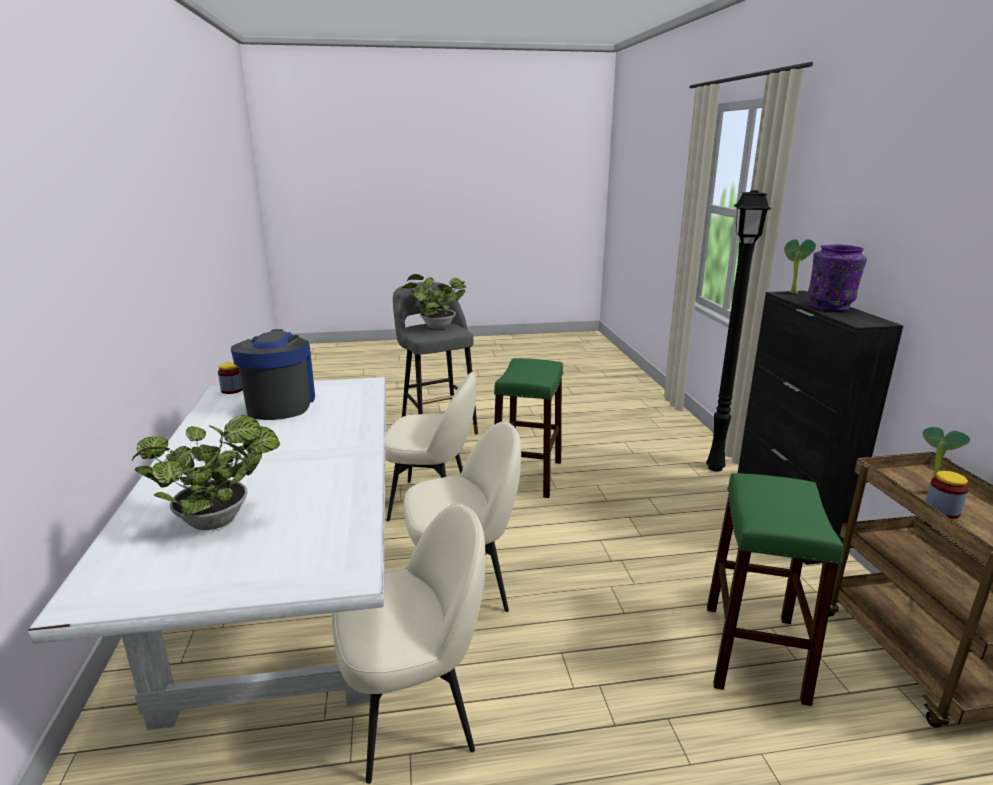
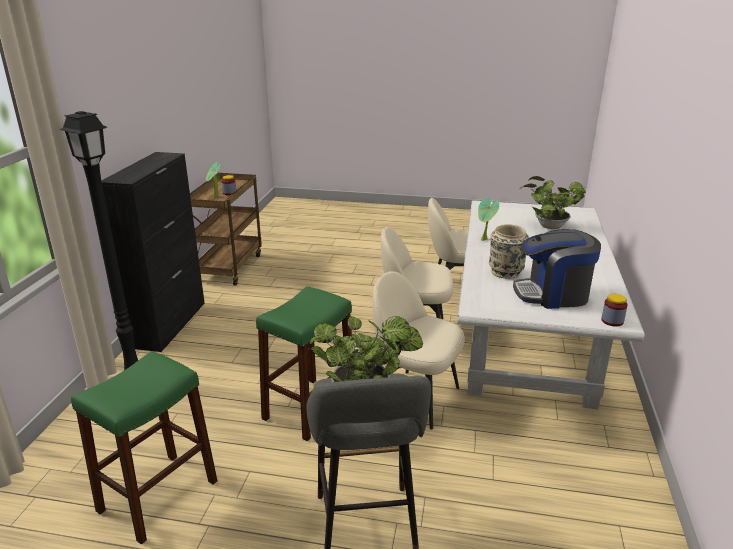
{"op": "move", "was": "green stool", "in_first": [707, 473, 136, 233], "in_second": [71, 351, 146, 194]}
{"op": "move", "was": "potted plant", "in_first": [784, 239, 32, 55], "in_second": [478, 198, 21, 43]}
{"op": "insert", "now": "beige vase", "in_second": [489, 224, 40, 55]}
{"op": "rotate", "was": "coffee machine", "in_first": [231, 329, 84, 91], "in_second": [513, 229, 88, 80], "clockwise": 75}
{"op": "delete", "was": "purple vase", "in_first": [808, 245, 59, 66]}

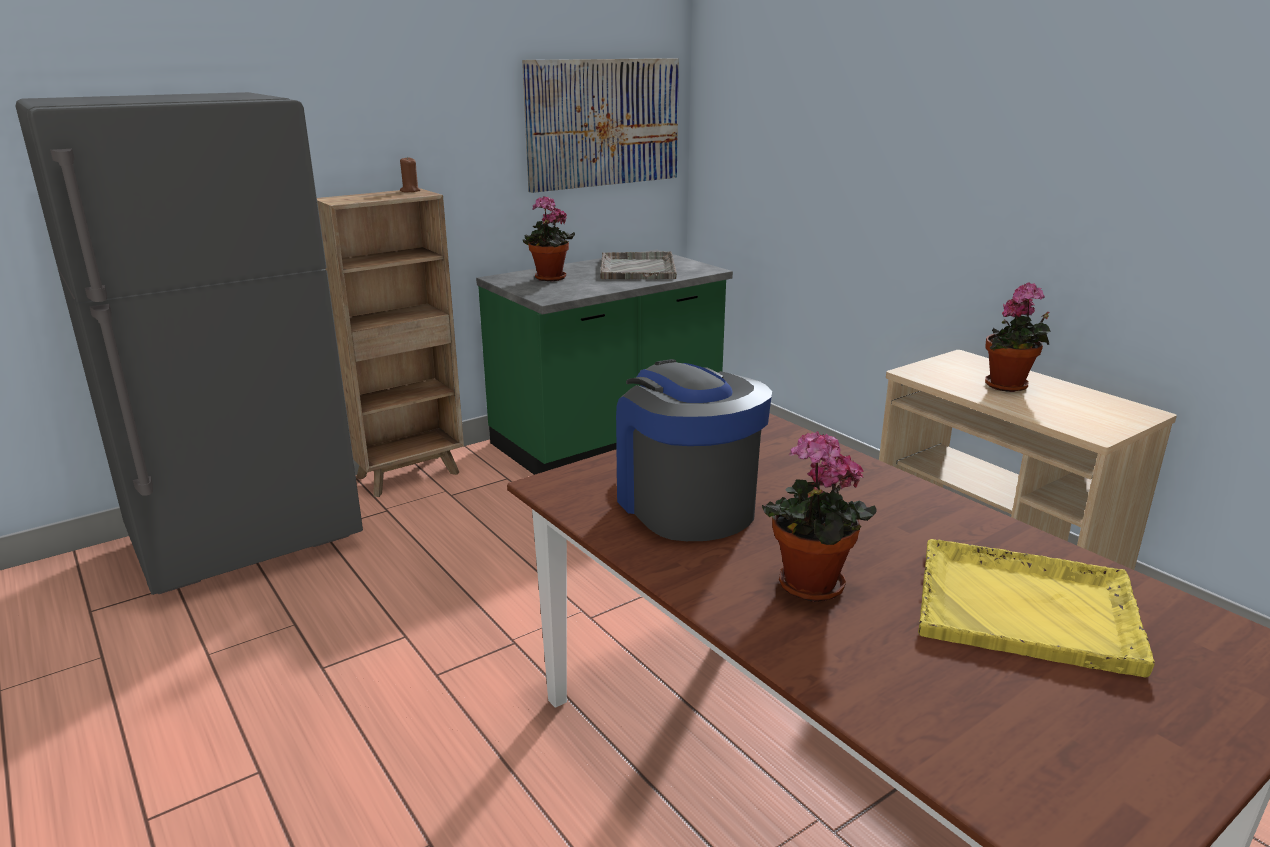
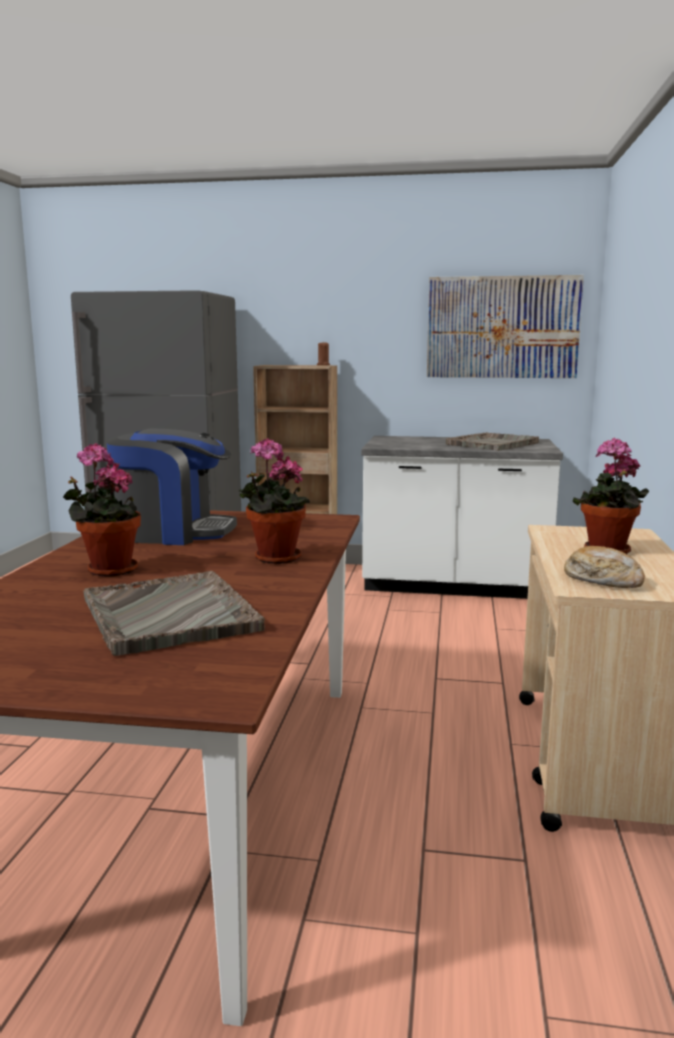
{"op": "recolor", "was": "yellow tray", "now": "grey tray", "in_first": [918, 539, 237, 139], "in_second": [84, 571, 181, 85]}
{"op": "rotate", "was": "coffee machine", "in_first": [616, 359, 156, 182], "in_second": [107, 429, 130, 116], "clockwise": 75}
{"op": "move", "was": "potted plant", "in_first": [523, 196, 52, 85], "in_second": [238, 438, 72, 126]}
{"op": "recolor", "was": "green counter", "now": "white counter", "in_first": [476, 249, 257, 226], "in_second": [361, 436, 202, 163]}
{"op": "insert", "now": "bread", "in_second": [564, 546, 81, 42]}

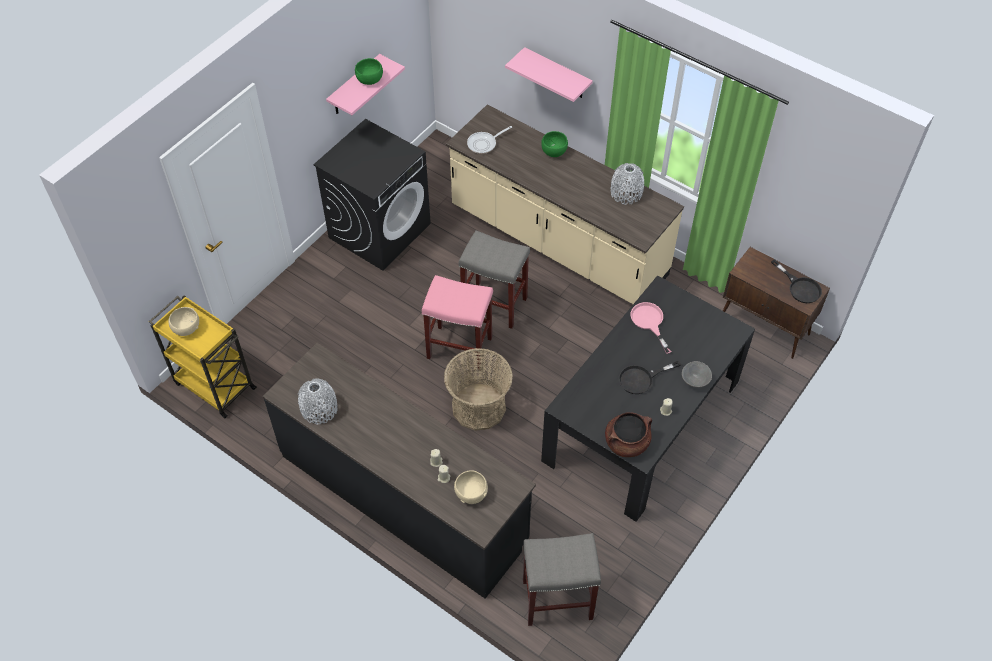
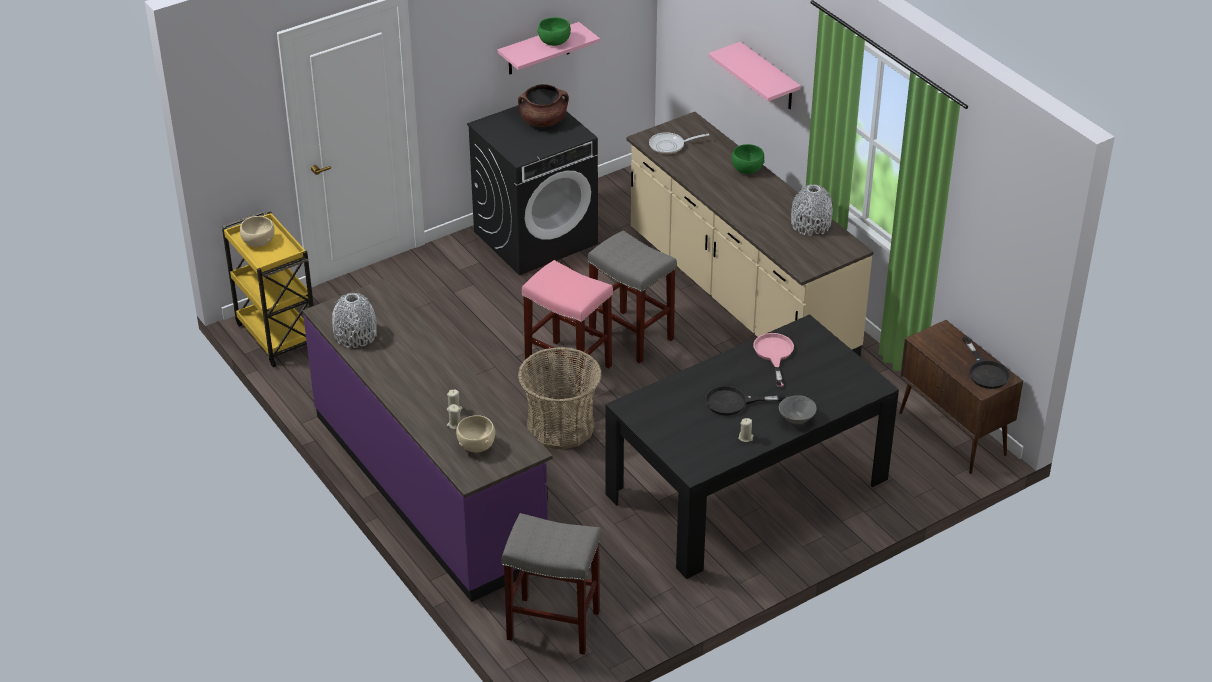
{"op": "recolor", "was": "black counter", "now": "purple counter", "in_first": [263, 343, 273, 256], "in_second": [302, 279, 251, 323]}
{"op": "move", "was": "brown cooking pot", "in_first": [605, 412, 47, 45], "in_second": [518, 84, 51, 43]}

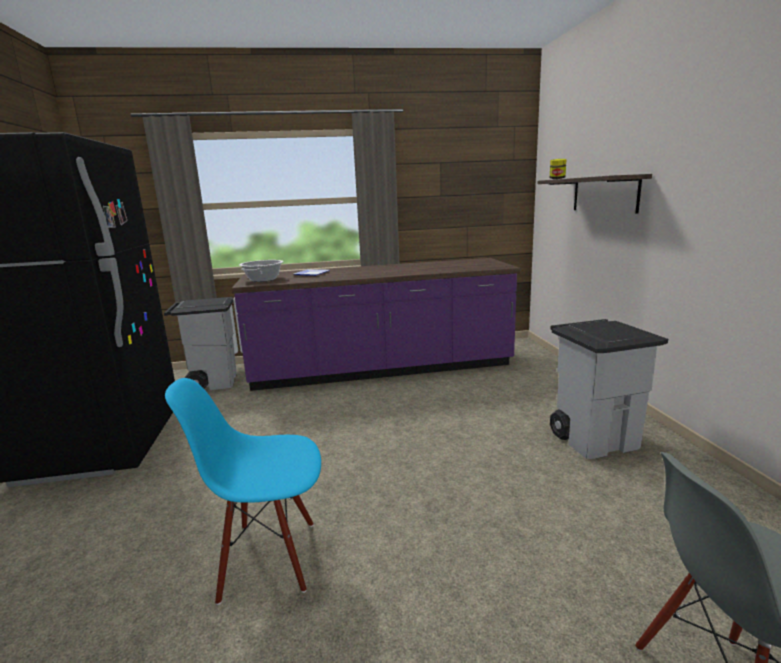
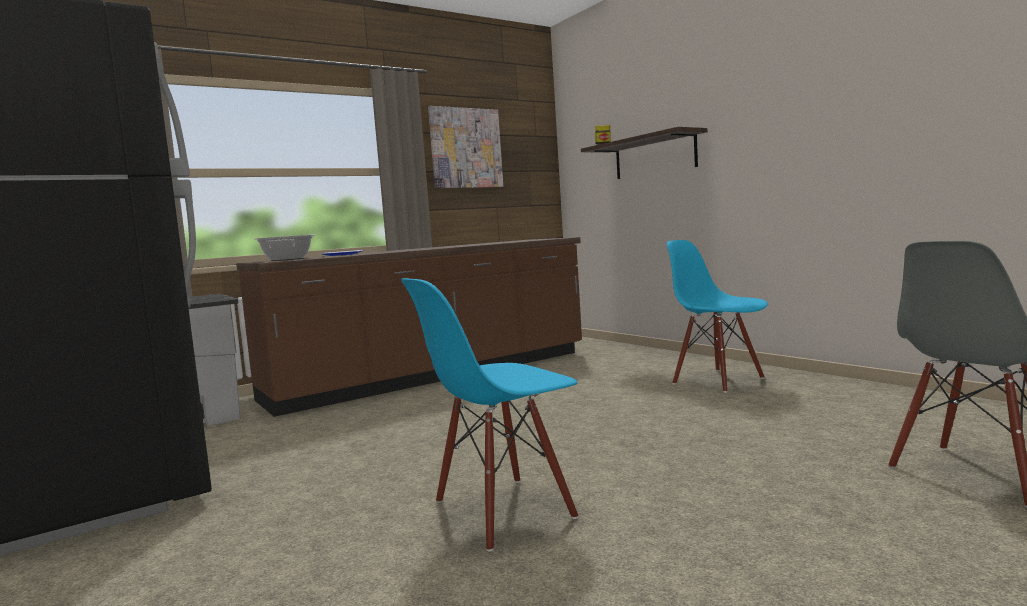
{"op": "recolor", "was": "purple counter", "now": "brown counter", "in_first": [232, 258, 288, 133], "in_second": [236, 237, 346, 180]}
{"op": "insert", "now": "picture", "in_second": [428, 106, 75, 82]}
{"op": "replace", "was": "grey trash can", "now": "blue chair", "in_first": [550, 319, 118, 140], "in_second": [666, 240, 102, 153]}

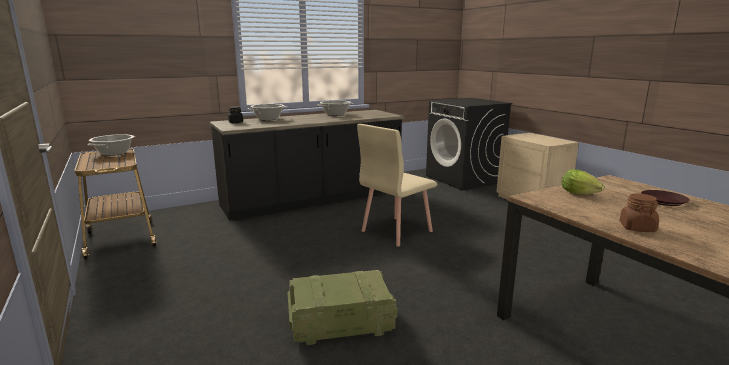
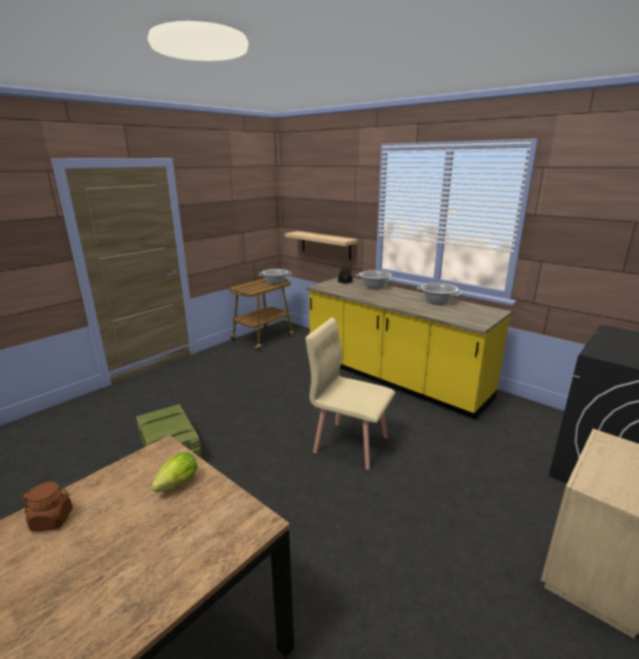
{"op": "insert", "now": "shelf", "in_second": [285, 231, 73, 29]}
{"op": "recolor", "was": "black counter", "now": "yellow counter", "in_first": [210, 110, 195, 110], "in_second": [306, 277, 206, 142]}
{"op": "delete", "was": "brown plate", "in_first": [641, 190, 49, 16]}

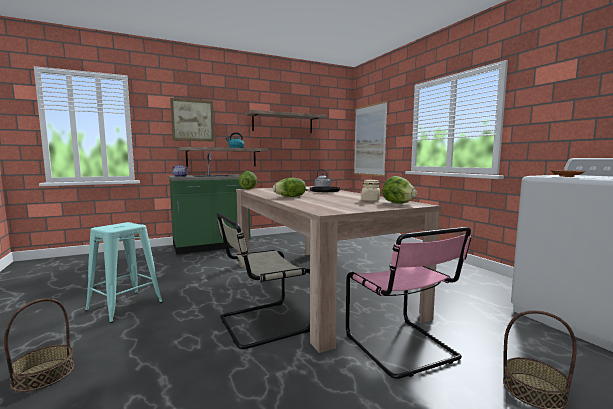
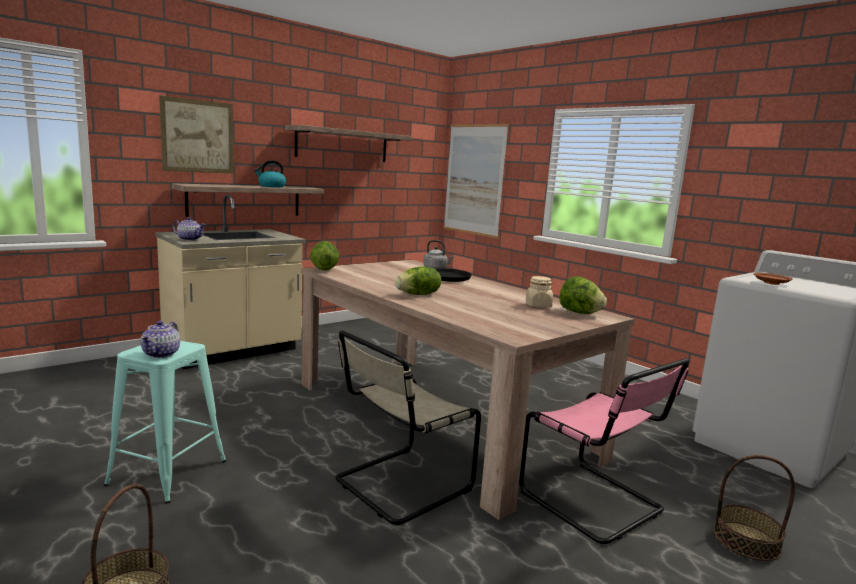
{"op": "insert", "now": "teapot", "in_second": [141, 321, 39, 37]}
{"op": "recolor", "was": "green counter", "now": "beige counter", "in_first": [168, 153, 82, 102], "in_second": [155, 194, 151, 175]}

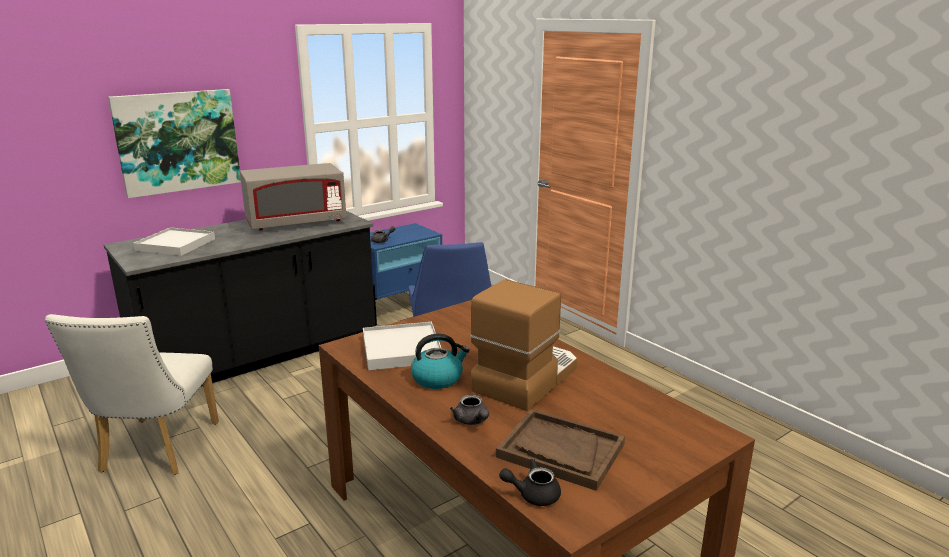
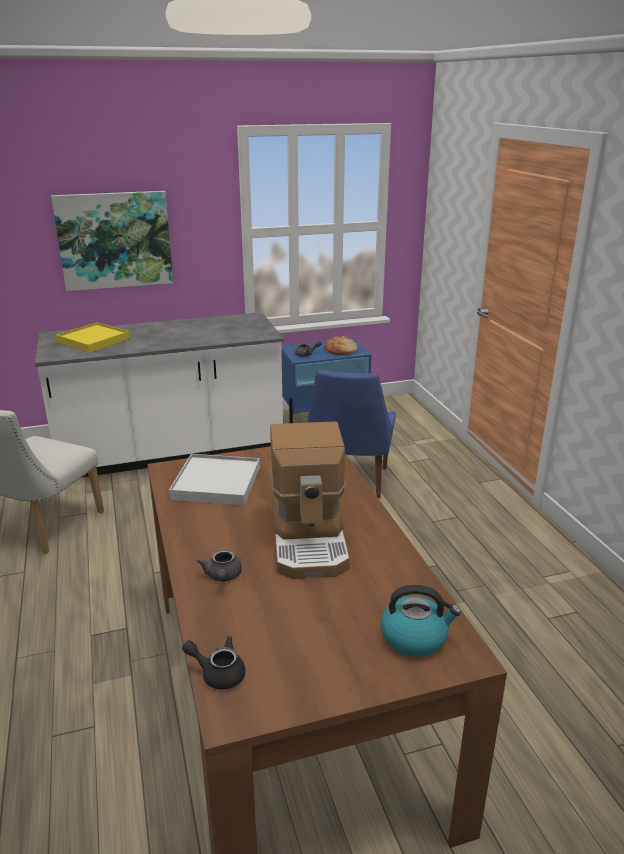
{"op": "recolor", "was": "black counter", "now": "white counter", "in_first": [104, 211, 271, 176], "in_second": [35, 312, 249, 166]}
{"op": "recolor", "was": "white tray", "now": "yellow tray", "in_first": [133, 227, 82, 29], "in_second": [56, 322, 74, 30]}
{"op": "rotate", "was": "coffee machine", "in_first": [470, 279, 107, 132], "in_second": [270, 421, 80, 158], "clockwise": 120}
{"op": "insert", "now": "bread", "in_second": [324, 336, 34, 19]}
{"op": "move", "was": "kettle", "in_first": [411, 333, 59, 56], "in_second": [381, 585, 80, 72]}
{"op": "delete", "was": "grey microwave", "in_first": [240, 163, 106, 67]}
{"op": "delete", "was": "brown tray", "in_first": [496, 409, 129, 82]}

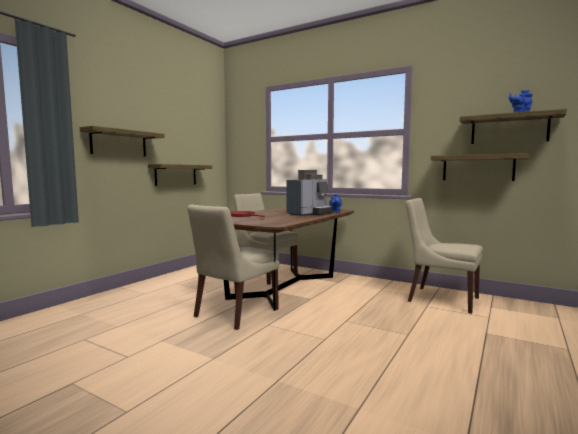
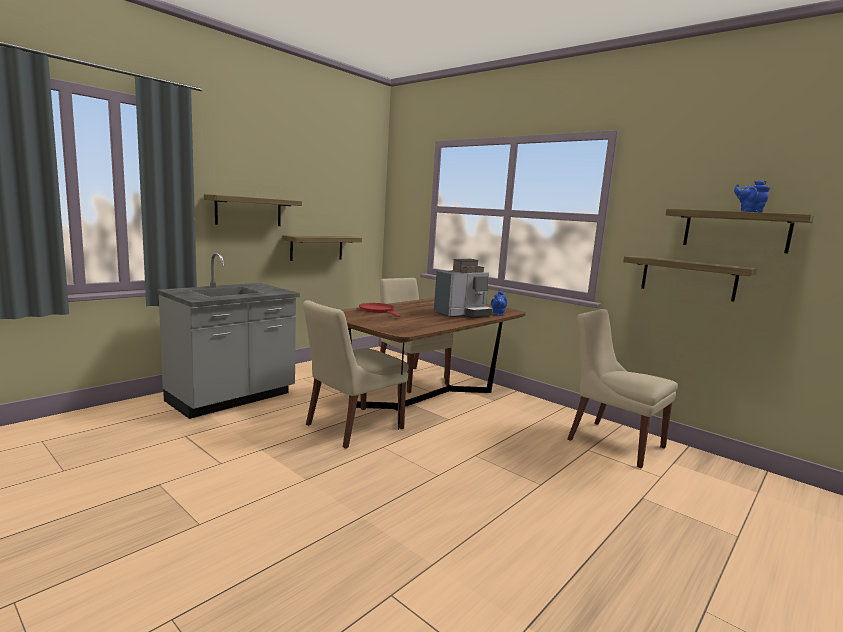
{"op": "insert", "now": "grey counter", "in_second": [157, 252, 143, 167]}

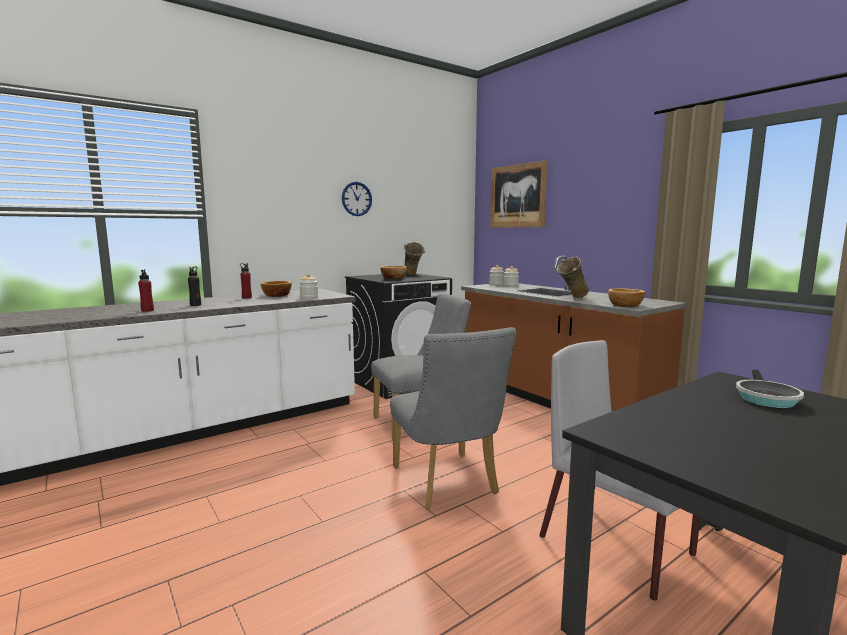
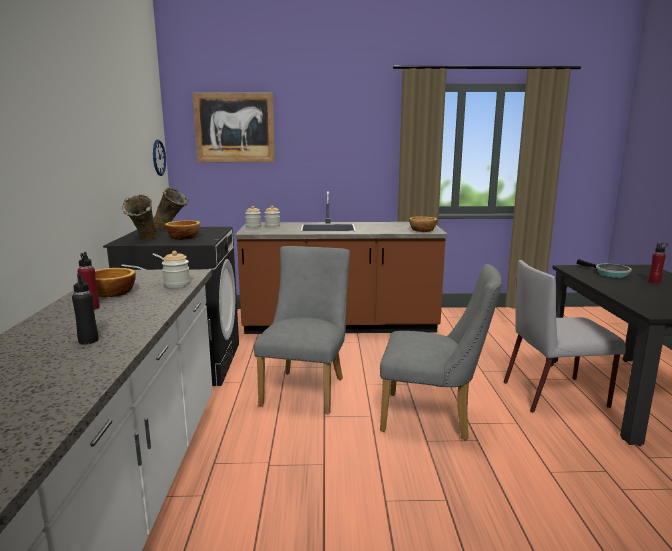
{"op": "move", "was": "beige vase", "in_first": [556, 257, 33, 41], "in_second": [122, 194, 36, 46]}
{"op": "move", "was": "wall clock", "in_first": [342, 182, 30, 34], "in_second": [153, 140, 13, 36]}
{"op": "move", "was": "red bottle", "in_first": [138, 270, 16, 42], "in_second": [648, 242, 20, 42]}

